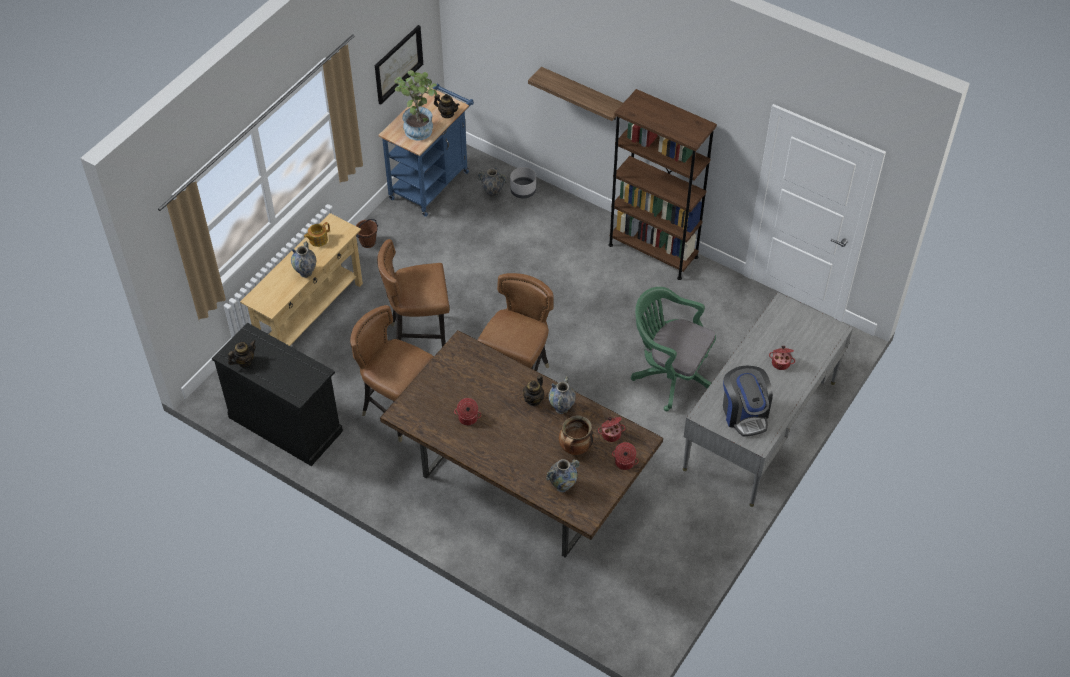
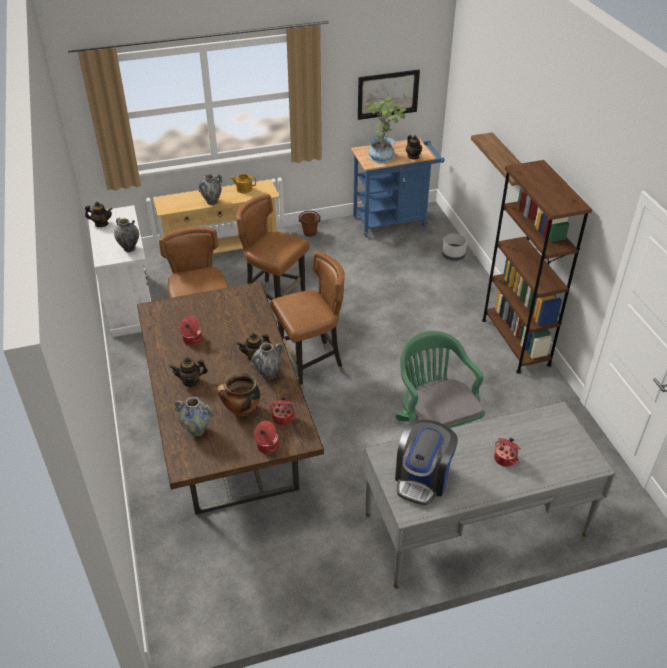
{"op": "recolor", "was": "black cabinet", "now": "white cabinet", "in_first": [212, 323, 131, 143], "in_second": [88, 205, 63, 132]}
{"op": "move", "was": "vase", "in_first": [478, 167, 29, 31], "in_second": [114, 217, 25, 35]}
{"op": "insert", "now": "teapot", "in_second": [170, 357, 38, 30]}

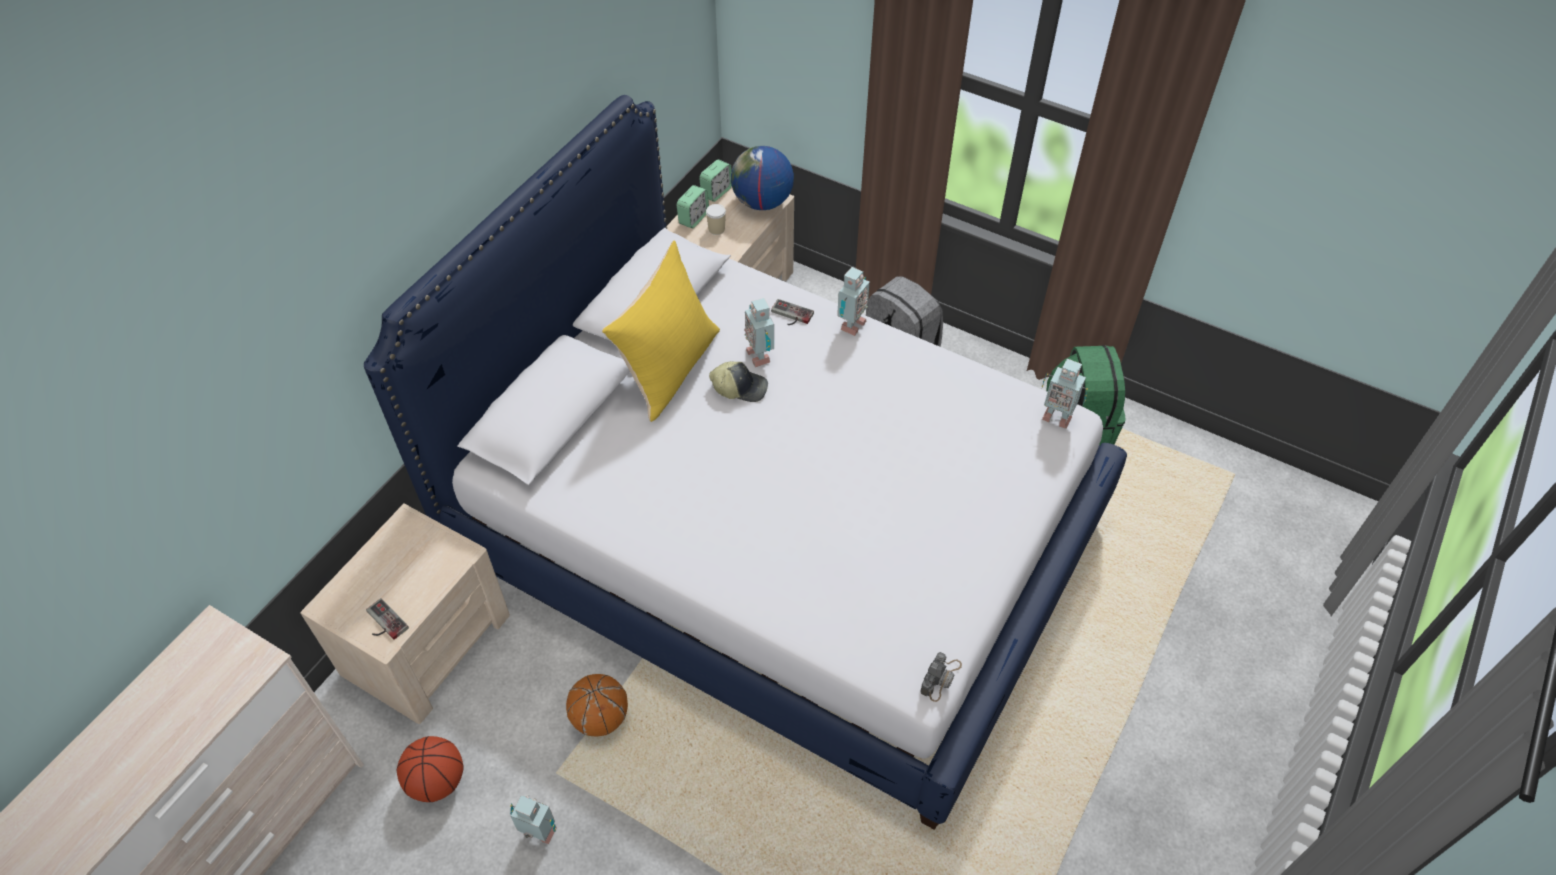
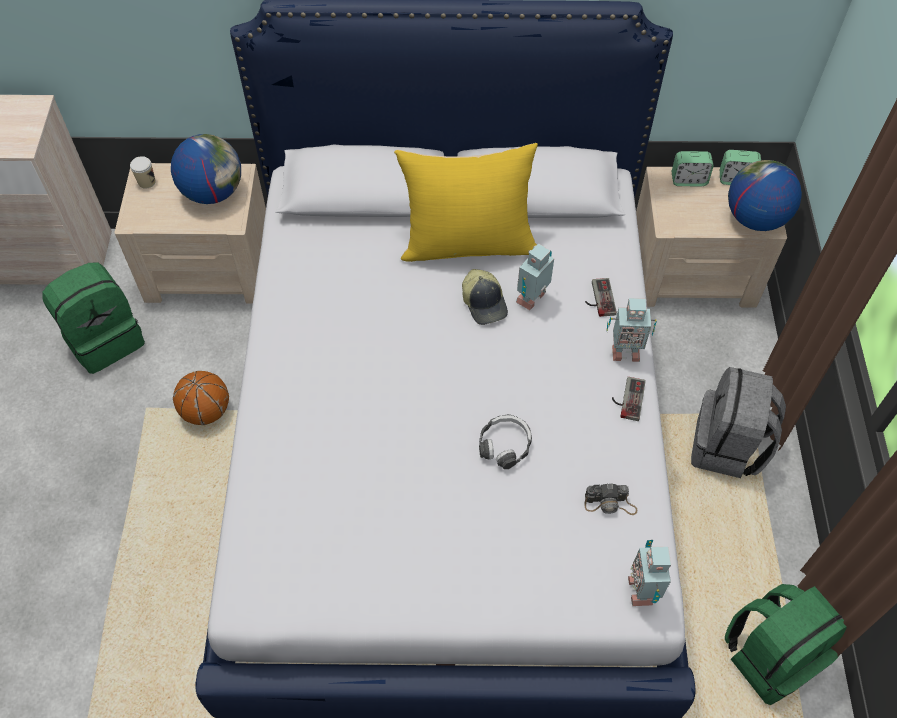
{"op": "replace", "was": "basketball", "now": "green backpack", "in_first": [397, 736, 67, 66], "in_second": [43, 262, 102, 112]}
{"op": "move", "was": "cup", "in_first": [706, 204, 20, 31], "in_second": [130, 156, 25, 33]}
{"op": "insert", "now": "globe", "in_second": [171, 134, 70, 70]}
{"op": "insert", "now": "headphones", "in_second": [479, 414, 53, 55]}
{"op": "move", "was": "photo camera", "in_first": [920, 652, 42, 50], "in_second": [584, 484, 53, 31]}
{"op": "move", "was": "game controller", "in_first": [366, 598, 43, 42], "in_second": [612, 377, 34, 44]}
{"op": "delete", "was": "toy robot", "in_first": [510, 795, 47, 49]}

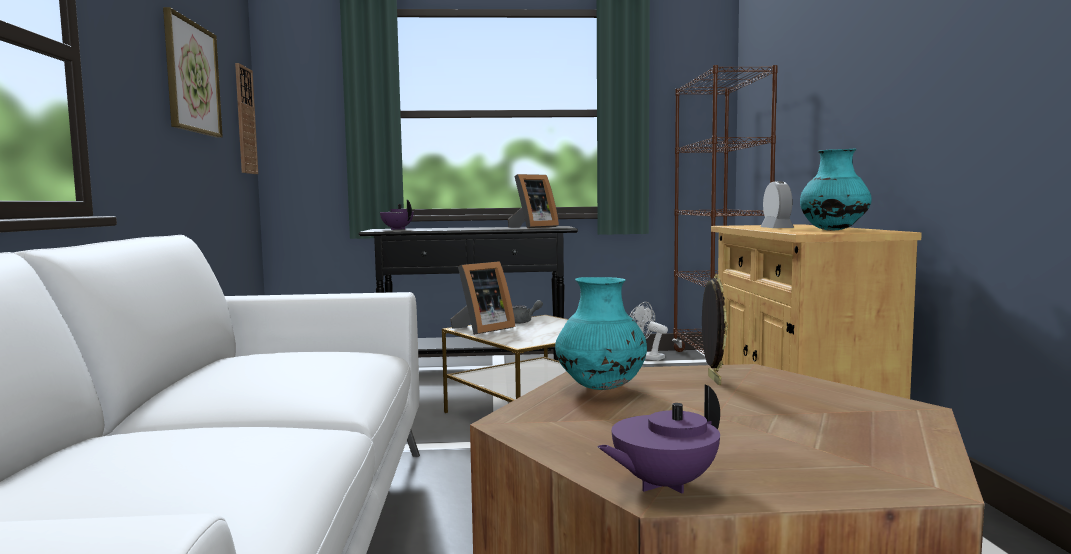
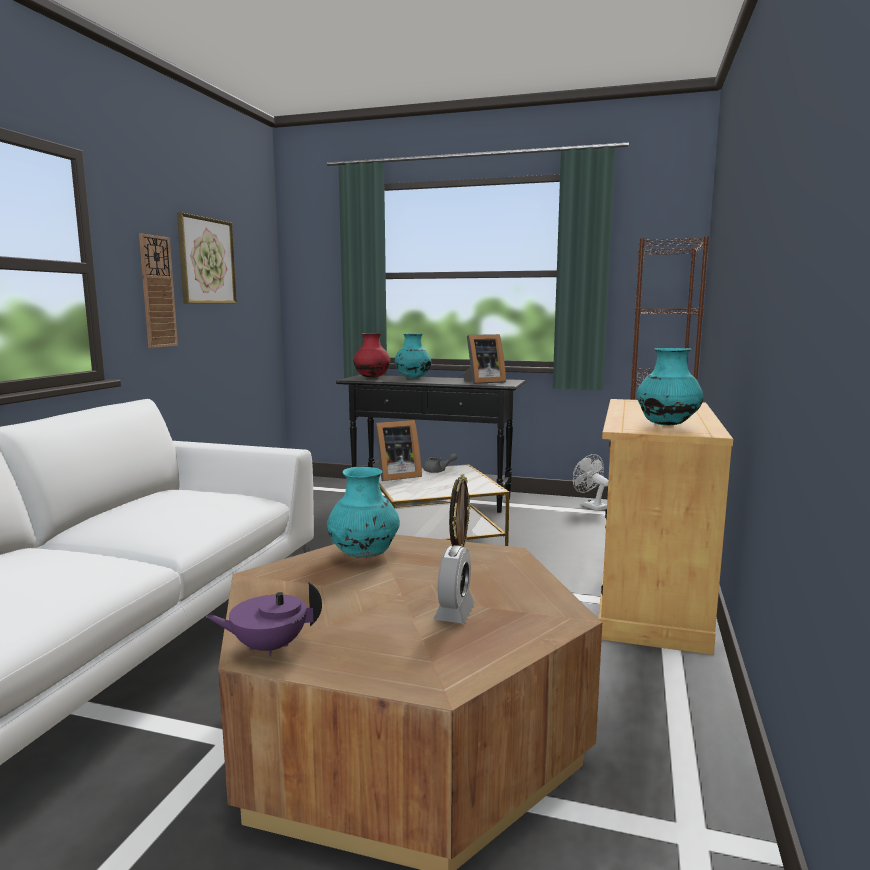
{"op": "move", "was": "wall clock", "in_first": [235, 63, 23, 111], "in_second": [139, 233, 39, 115]}
{"op": "replace", "was": "purple teapot", "now": "red vase", "in_first": [380, 200, 34, 30], "in_second": [353, 333, 37, 45]}
{"op": "insert", "now": "turquoise vase", "in_second": [395, 333, 36, 45]}
{"op": "move", "was": "alarm clock", "in_first": [760, 181, 34, 47], "in_second": [433, 545, 42, 78]}

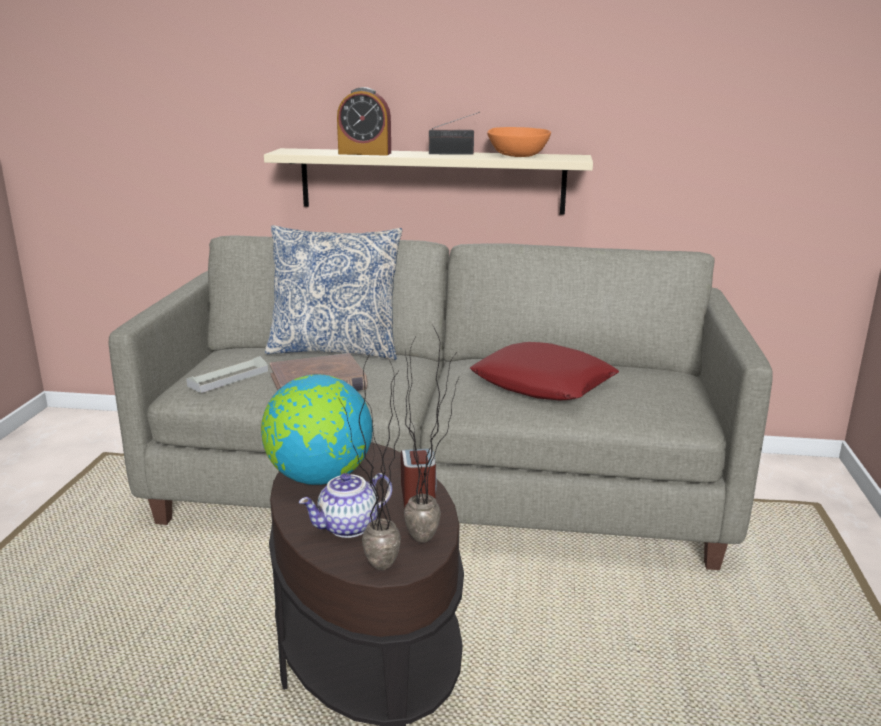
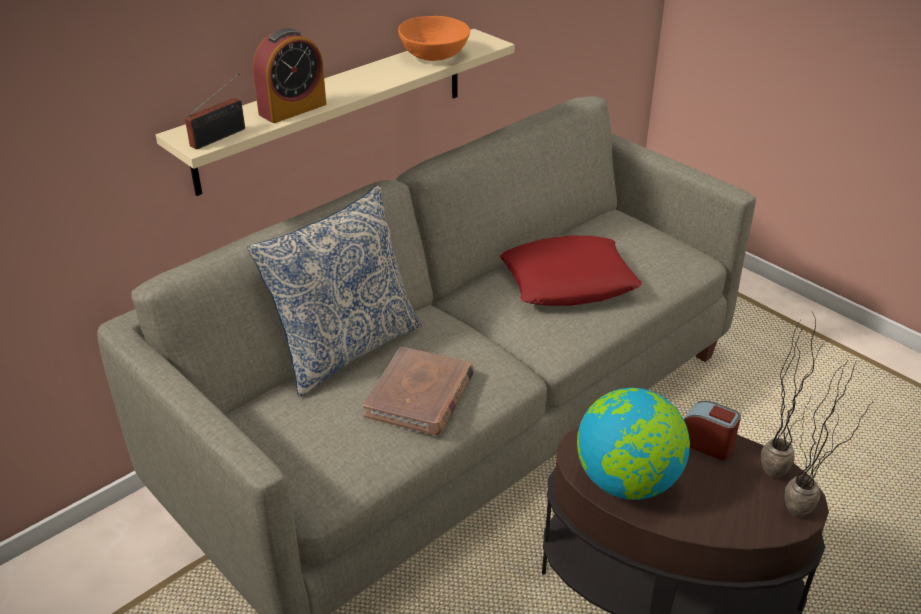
{"op": "move", "was": "radio", "in_first": [429, 112, 51, 43], "in_second": [185, 74, 60, 75]}
{"op": "delete", "was": "grey tray", "in_first": [186, 356, 82, 37]}
{"op": "delete", "was": "teapot", "in_first": [299, 473, 93, 65]}

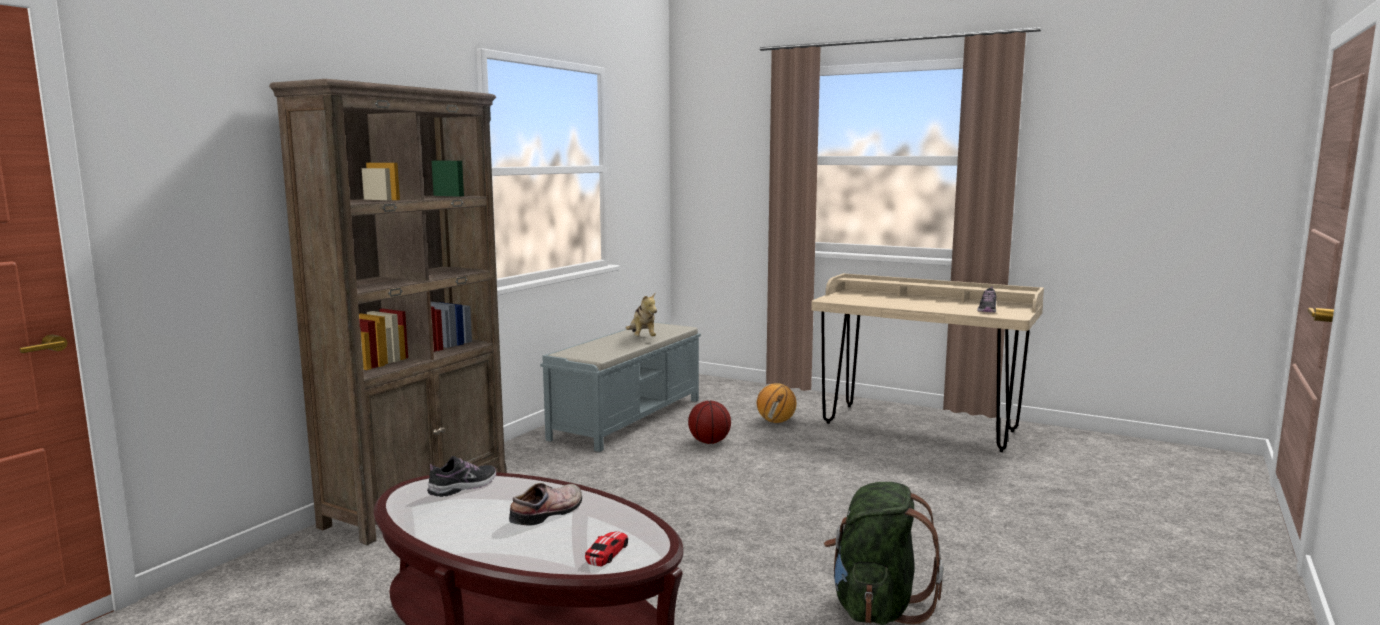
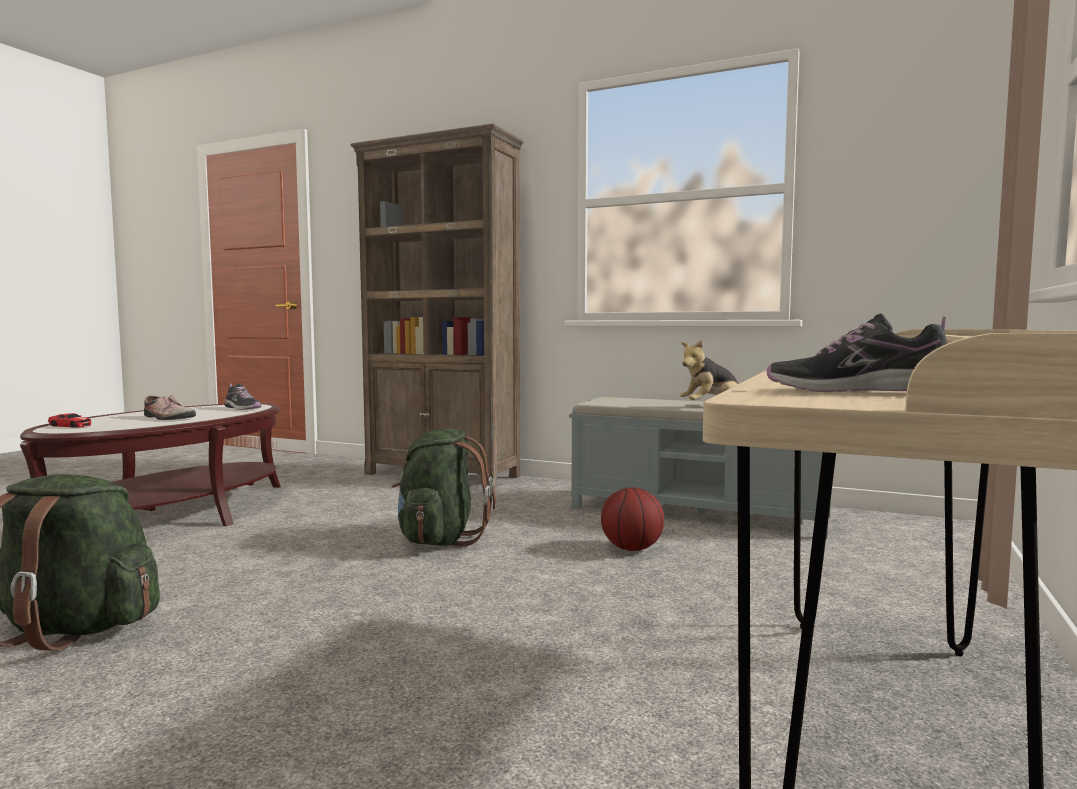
{"op": "insert", "now": "green backpack", "in_second": [392, 429, 104, 117]}
{"op": "delete", "was": "basketball", "in_first": [757, 383, 39, 40]}

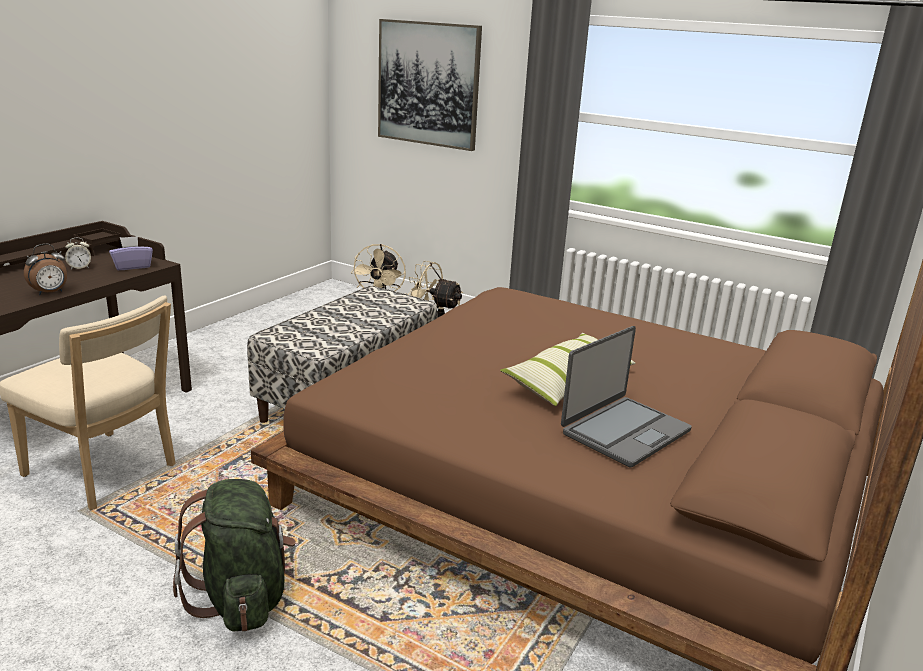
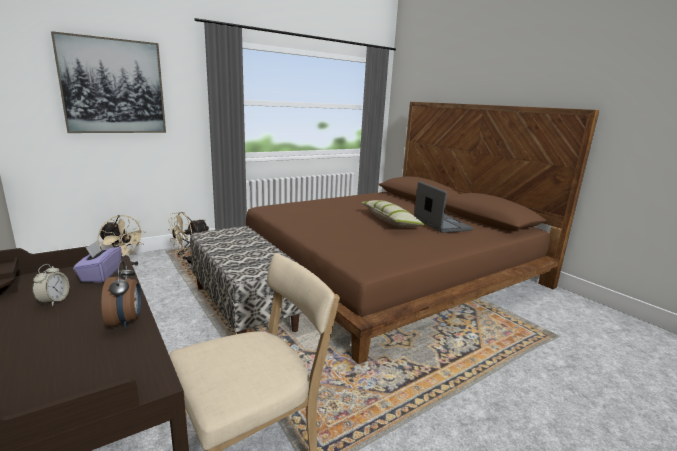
{"op": "delete", "was": "green backpack", "in_first": [173, 479, 123, 153]}

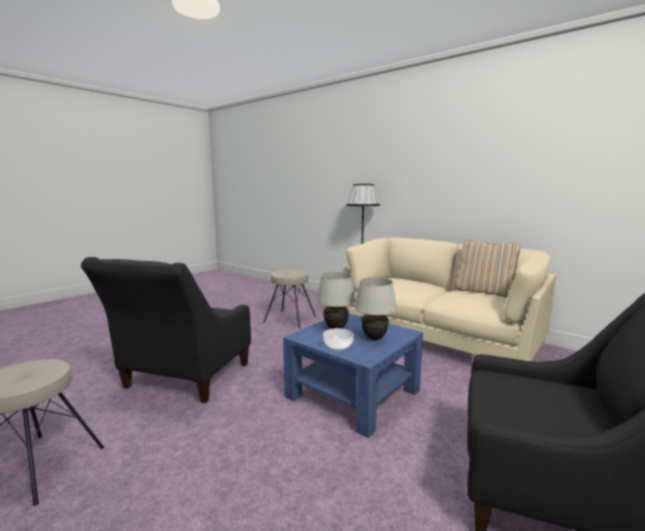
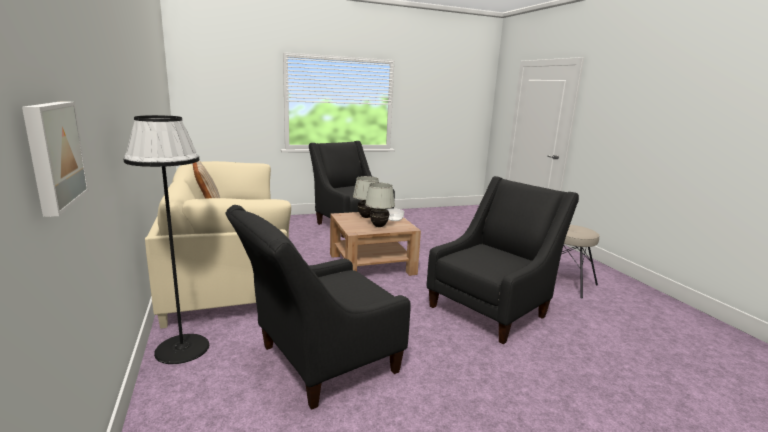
{"op": "insert", "now": "picture", "in_second": [22, 101, 67, 116]}
{"op": "replace", "was": "beige stool", "now": "black armchair", "in_first": [264, 270, 52, 59], "in_second": [226, 205, 185, 205]}
{"op": "recolor", "was": "blue coffee table", "now": "brown coffee table", "in_first": [283, 313, 140, 125], "in_second": [330, 212, 91, 64]}

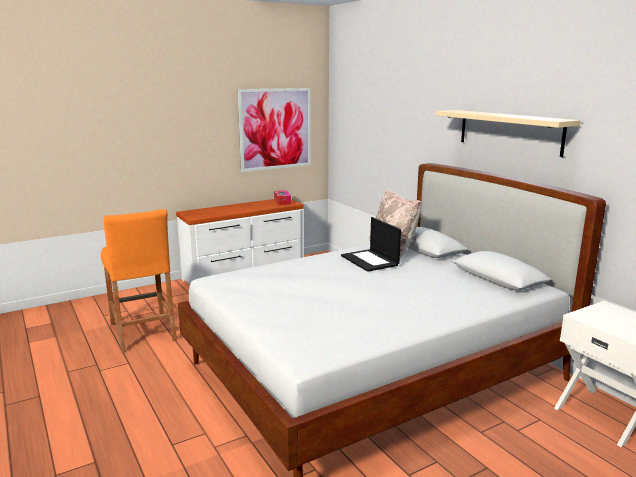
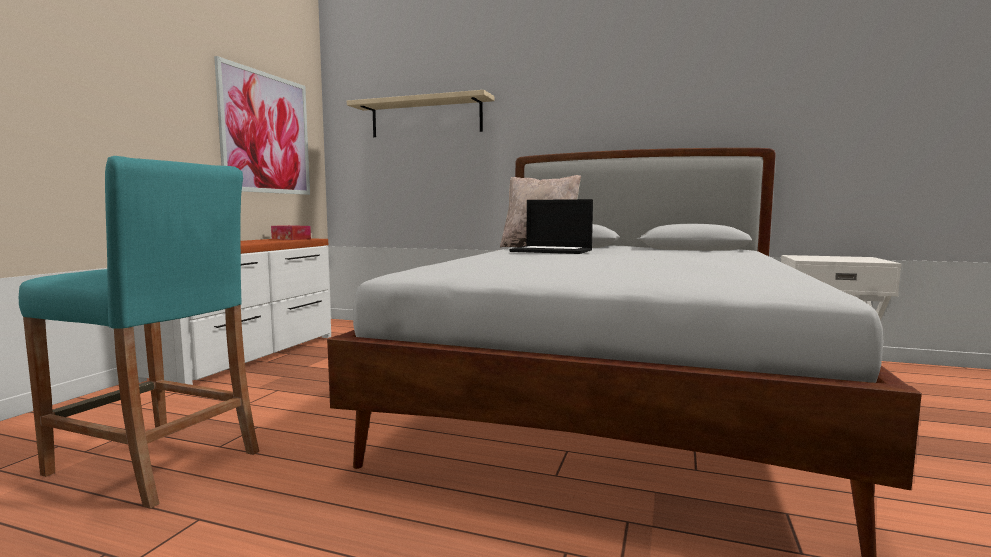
{"op": "recolor", "was": "orange stool", "now": "turquoise stool", "in_first": [101, 209, 76, 143], "in_second": [19, 156, 240, 353]}
{"op": "move", "was": "beige shelf", "in_first": [435, 110, 146, 47], "in_second": [347, 90, 147, 47]}

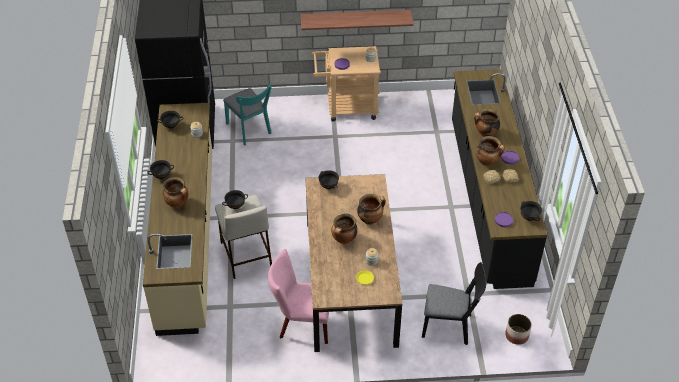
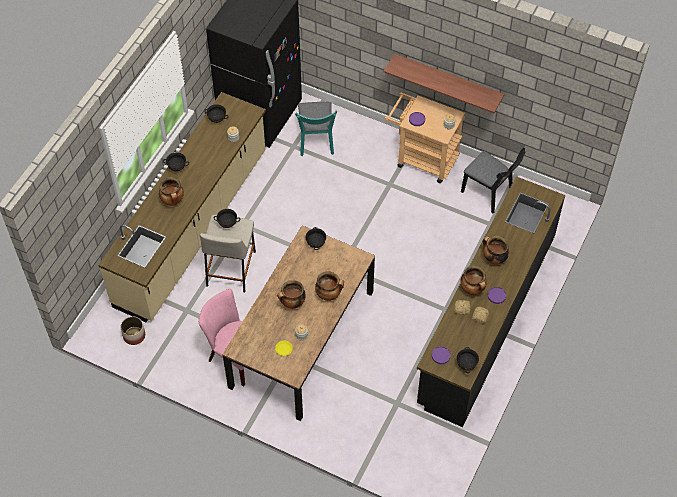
{"op": "move", "was": "planter", "in_first": [505, 314, 27, 31], "in_second": [121, 316, 24, 29]}
{"op": "move", "was": "black chair", "in_first": [422, 262, 65, 83], "in_second": [461, 148, 64, 66]}

